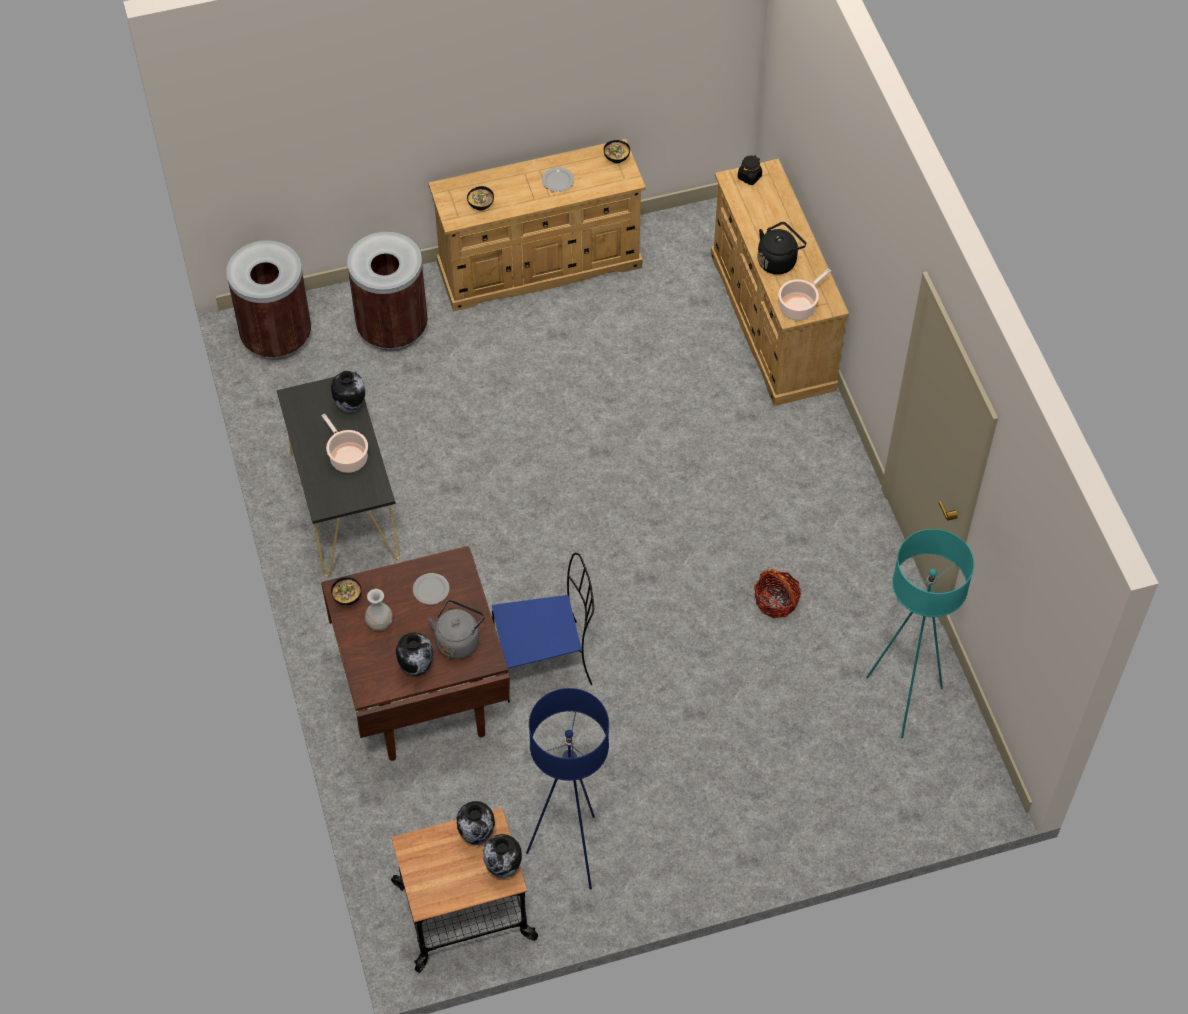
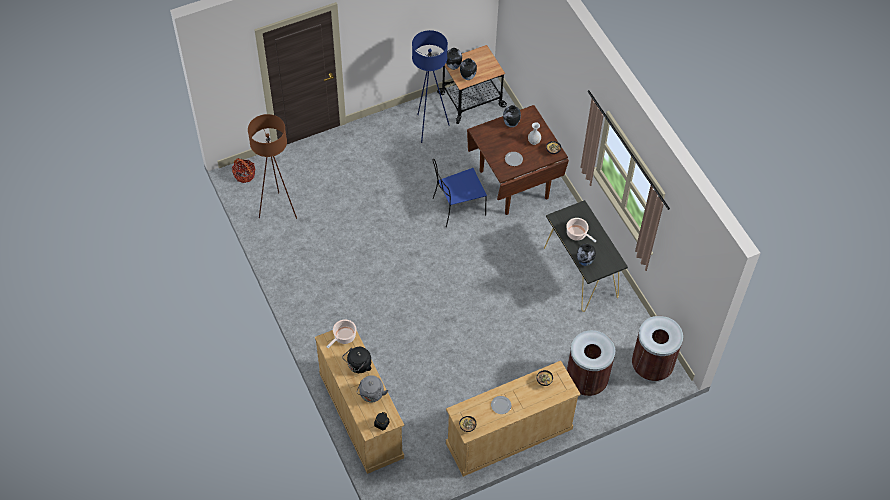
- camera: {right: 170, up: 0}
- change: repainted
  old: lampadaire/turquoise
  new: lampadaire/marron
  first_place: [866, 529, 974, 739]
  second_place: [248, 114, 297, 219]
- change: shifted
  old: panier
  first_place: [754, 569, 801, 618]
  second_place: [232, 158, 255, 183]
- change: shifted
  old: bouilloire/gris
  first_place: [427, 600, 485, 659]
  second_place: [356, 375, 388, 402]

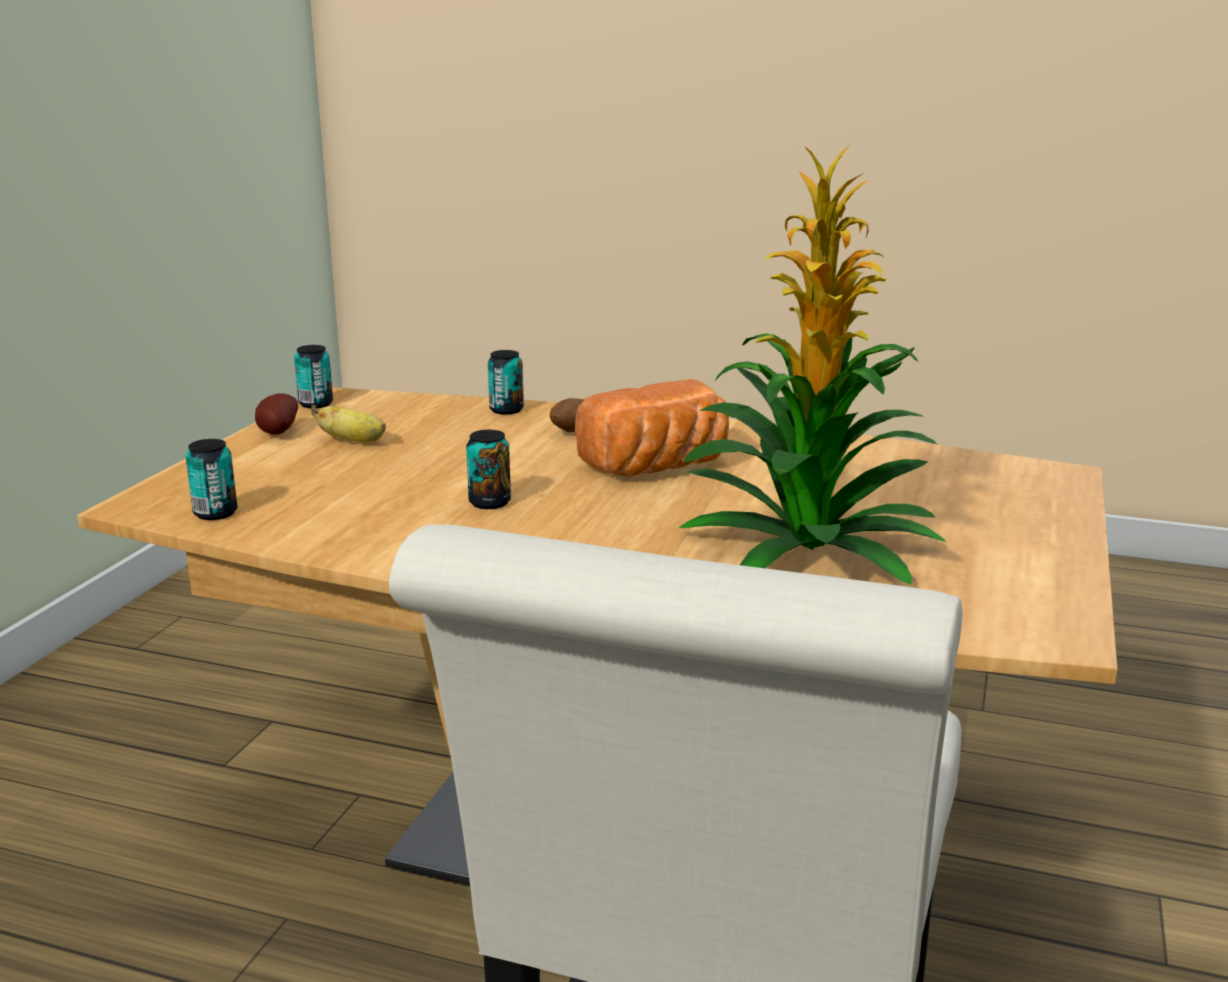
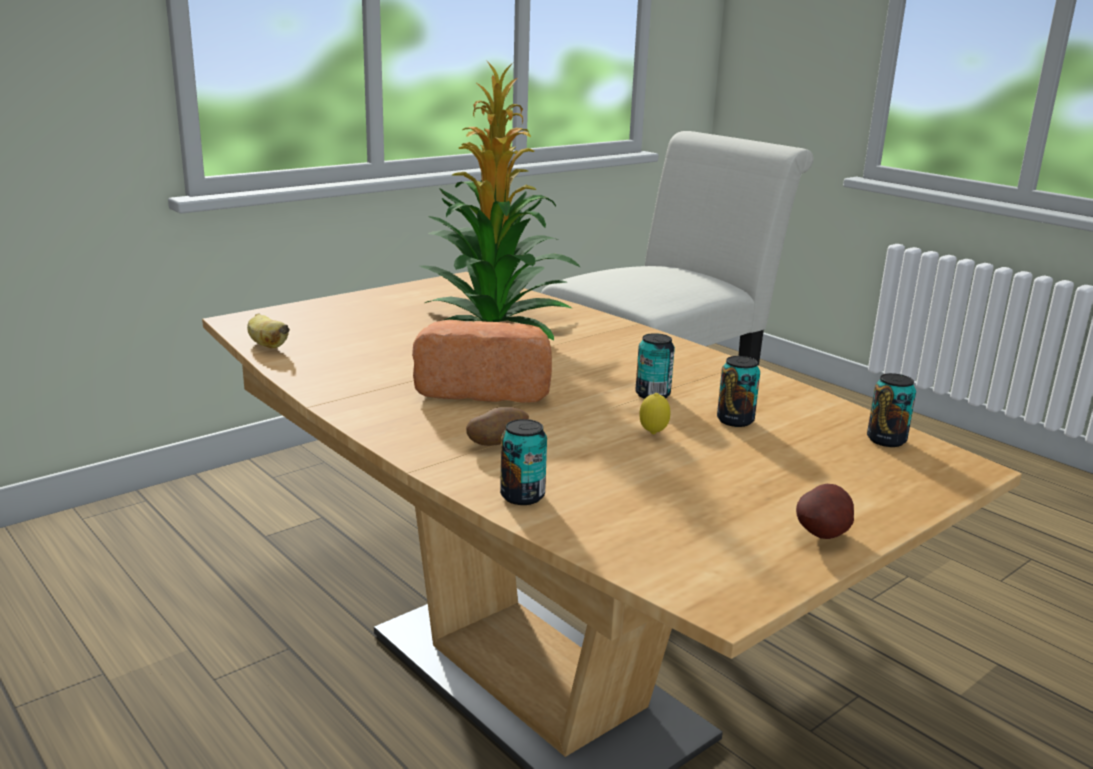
- camera: {right: -150, up: 0}
- change: shifted
  old: boîte métallique
  first_place: [294, 345, 333, 408]
  second_place: [717, 356, 760, 427]
- change: shifted
  old: banane
  first_place: [311, 405, 386, 443]
  second_place: [247, 313, 290, 348]
- change: new
  new: citron
  second_place: [639, 393, 670, 434]

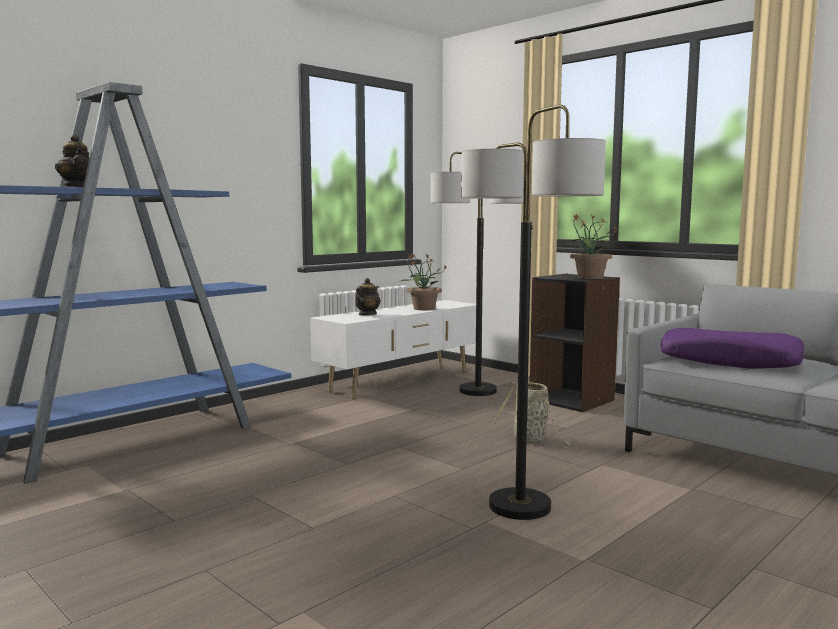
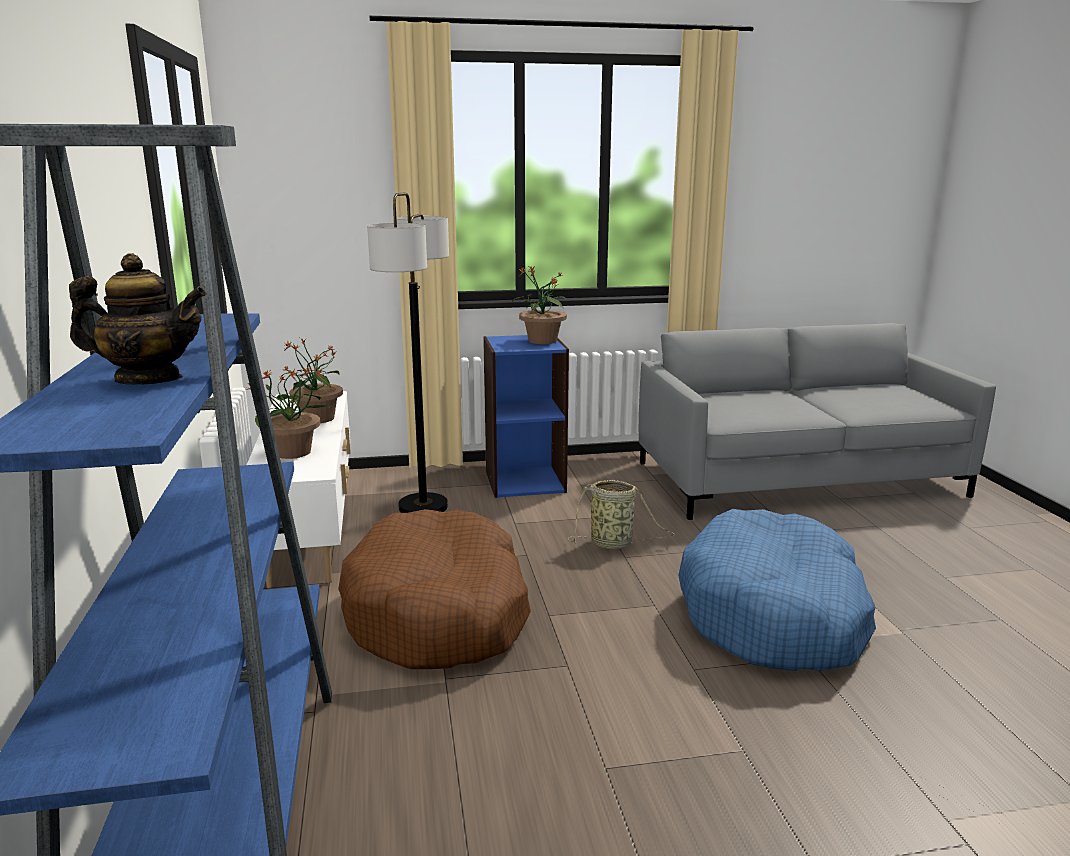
- camera: {right: -55, up: 10}
- change: swapped
  old: lampadaire
  new: panier pour chien/bleu
  first_place: [461, 105, 606, 520]
  second_place: [678, 509, 876, 671]
- change: repainted
  old: bibliothèque/noir
  new: bibliothèque/bleu
  first_place: [530, 274, 620, 412]
  second_place: [483, 335, 569, 498]
- change: swapped
  old: théière
  new: plante en pot
  first_place: [355, 278, 381, 315]
  second_place: [245, 365, 334, 459]
- change: gone
  old: coussin/violet
  first_place: [661, 328, 804, 369]
- change: new
  new: panier pour chien/marron
  second_place: [338, 509, 531, 669]

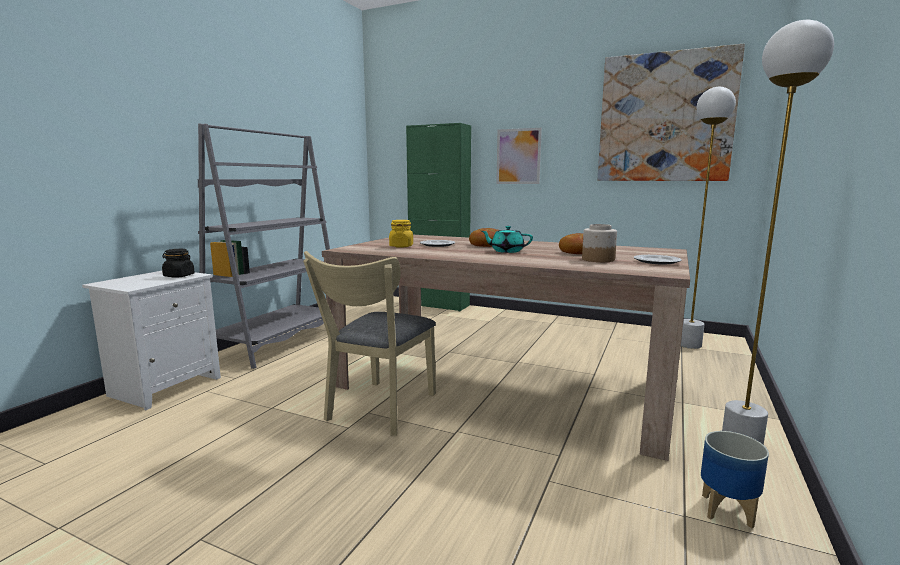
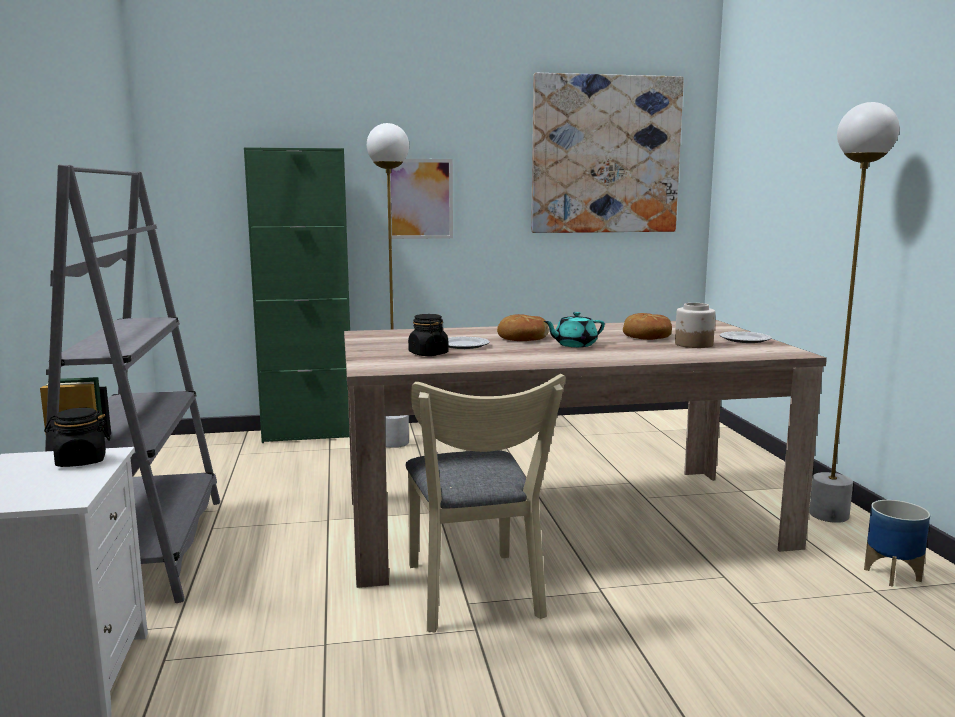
- camera: {right: -35, up: 0}
- change: shifted
  old: lampadaire/blanc
  first_place: [681, 87, 736, 349]
  second_place: [367, 123, 409, 448]
- change: repainted
  old: bocal/jaune
  new: bocal/noir
  first_place: [389, 220, 413, 248]
  second_place: [408, 314, 449, 356]

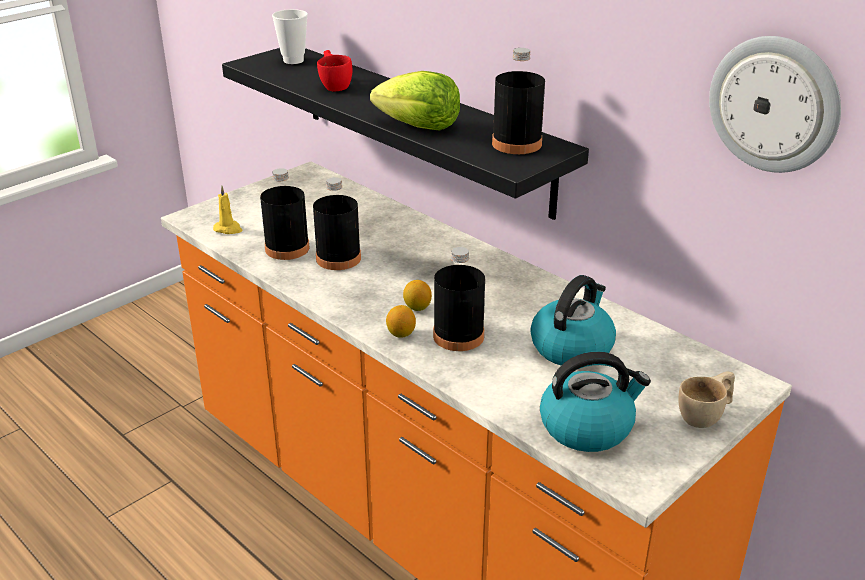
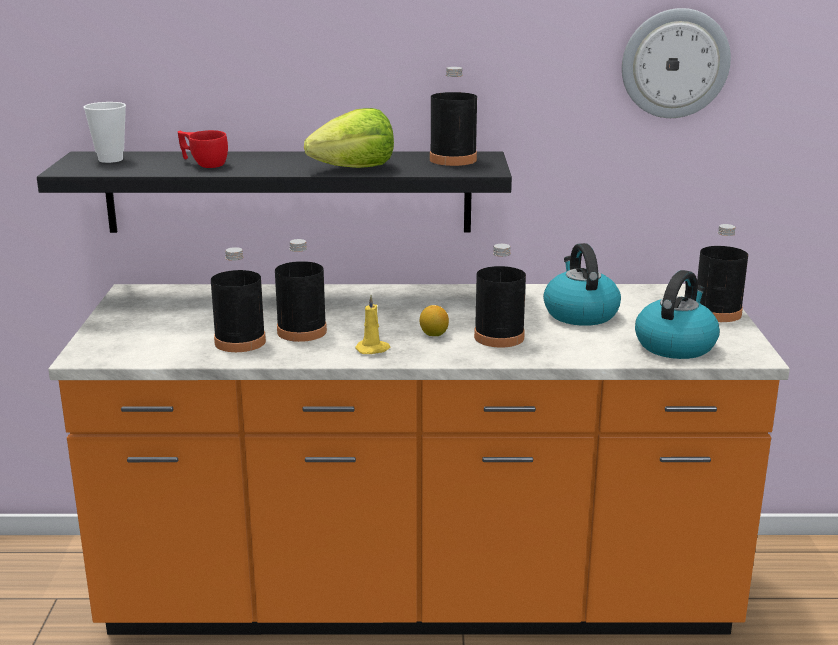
- camera: {right: -45, up: -10}
- change: shifted
  old: bougie/jaune
  first_place: [213, 186, 243, 234]
  second_place: [355, 295, 390, 354]
- change: gone
  old: citron
  first_place: [386, 305, 416, 338]
- change: swapped
  old: tasse/beige
  new: bouteille/noir
  first_place: [679, 371, 735, 428]
  second_place: [697, 224, 748, 322]

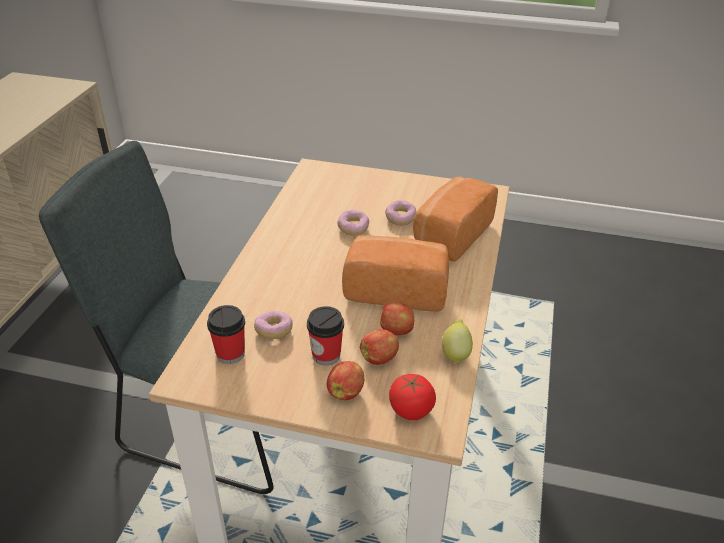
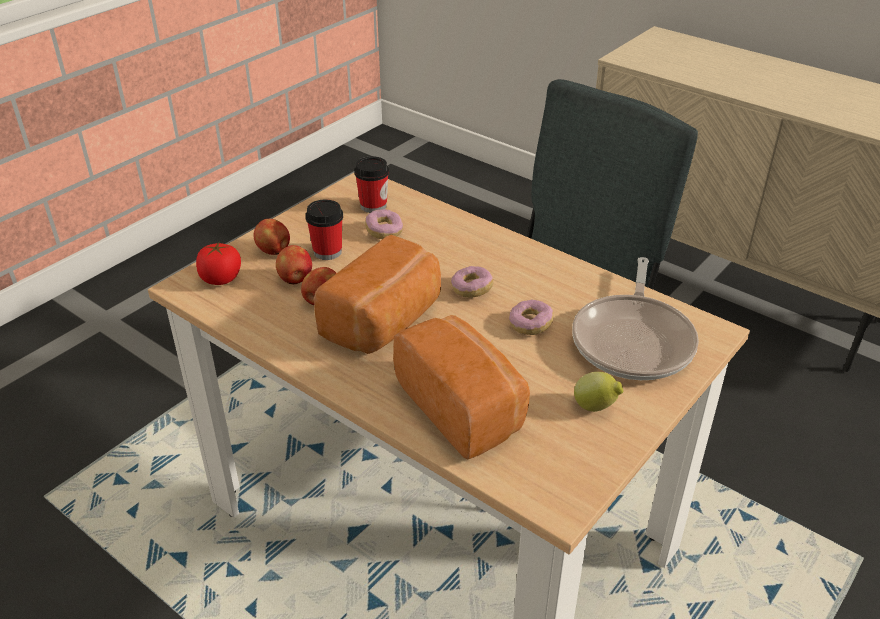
- camera: {right: 115, up: 0}
- change: shifted
  old: beignet
  first_place: [385, 200, 417, 226]
  second_place: [451, 266, 493, 298]
- change: shifted
  old: citron
  first_place: [442, 319, 473, 365]
  second_place: [574, 372, 623, 412]
- change: new
  new: poêle
  second_place: [572, 257, 699, 380]

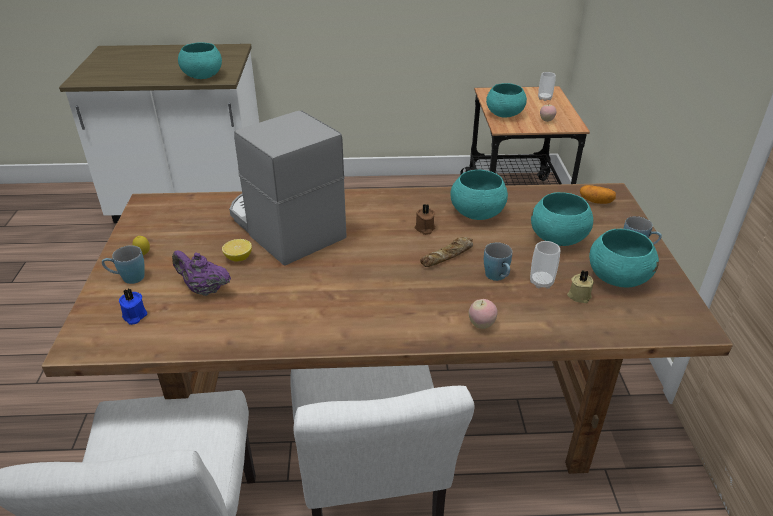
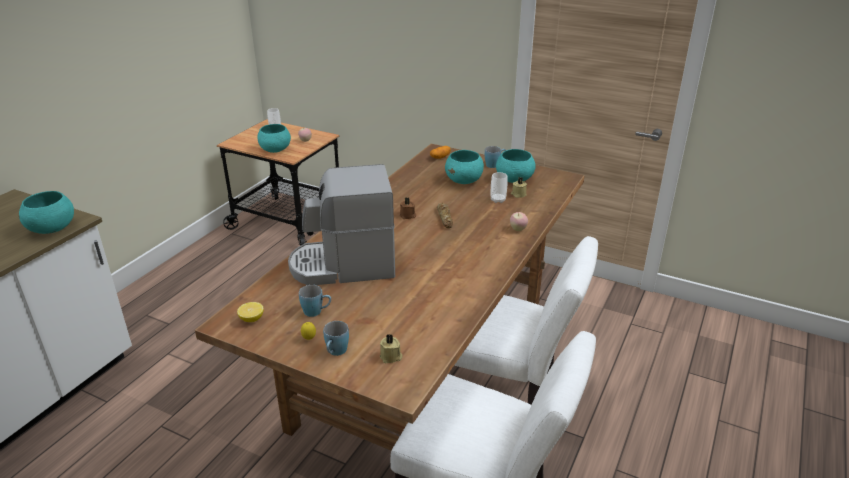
- camera: {right: -60, up: -5}
- change: gone
  old: bol/turquoise
  first_place: [450, 170, 508, 220]
- change: shifted
  old: citron
  first_place: [222, 239, 252, 262]
  second_place: [237, 302, 264, 322]
- change: shifted
  old: mug/bleu
  first_place: [484, 242, 512, 281]
  second_place: [299, 285, 331, 317]
- change: gone
  old: théière/violet
  first_place: [172, 250, 231, 296]
- change: repainted
  old: bougie/bleu
  new: bougie/beige
  first_place: [119, 289, 147, 325]
  second_place: [380, 334, 402, 363]

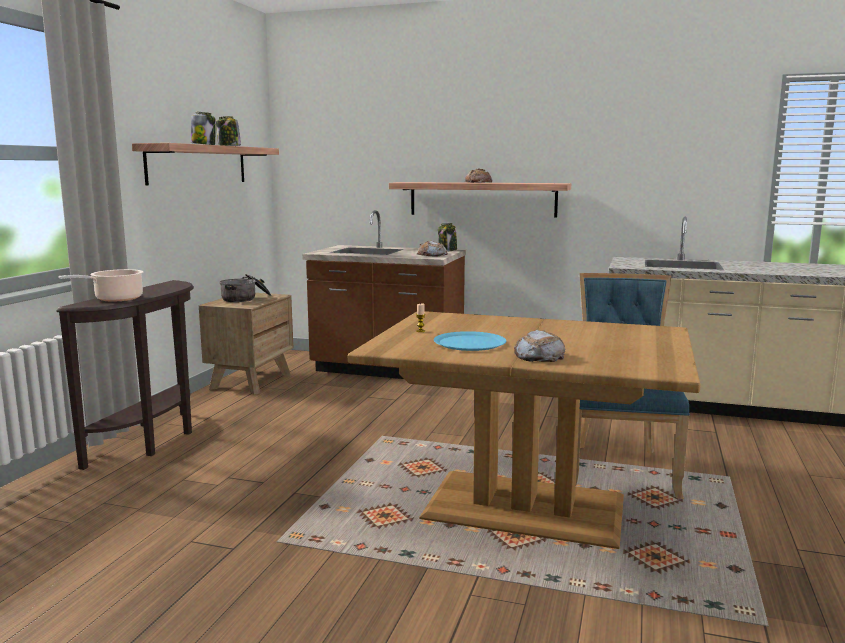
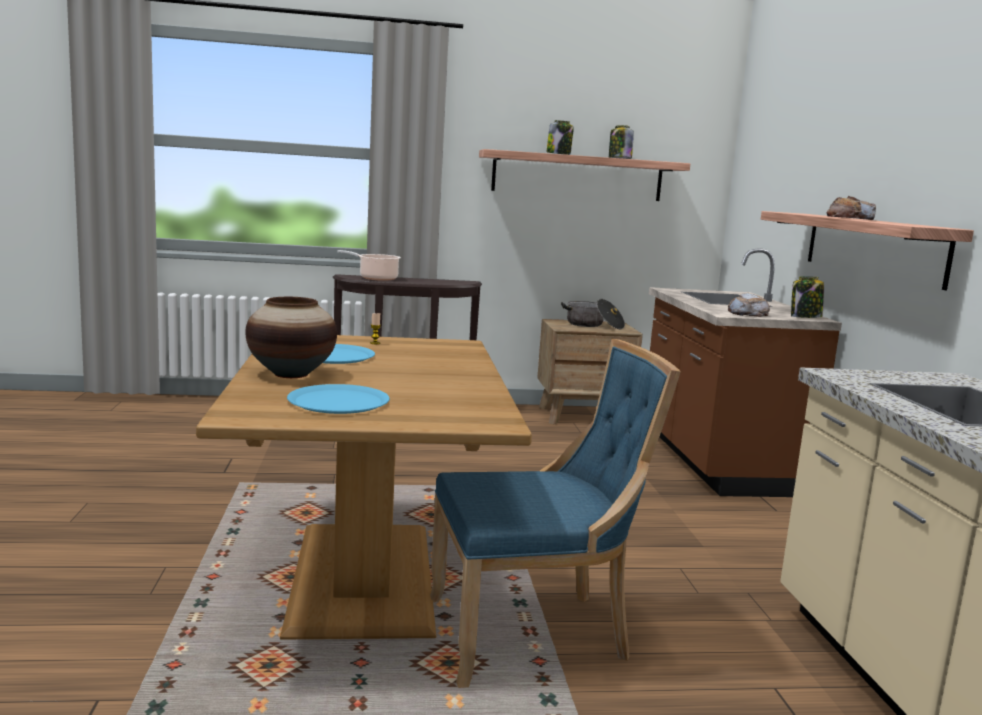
- camera: {right: 65, up: 0}
- change: swapped
  old: pain
  new: vase
  first_place: [514, 330, 566, 362]
  second_place: [245, 297, 337, 378]
- change: new
  new: assiette/bleu
  second_place: [287, 384, 390, 414]

